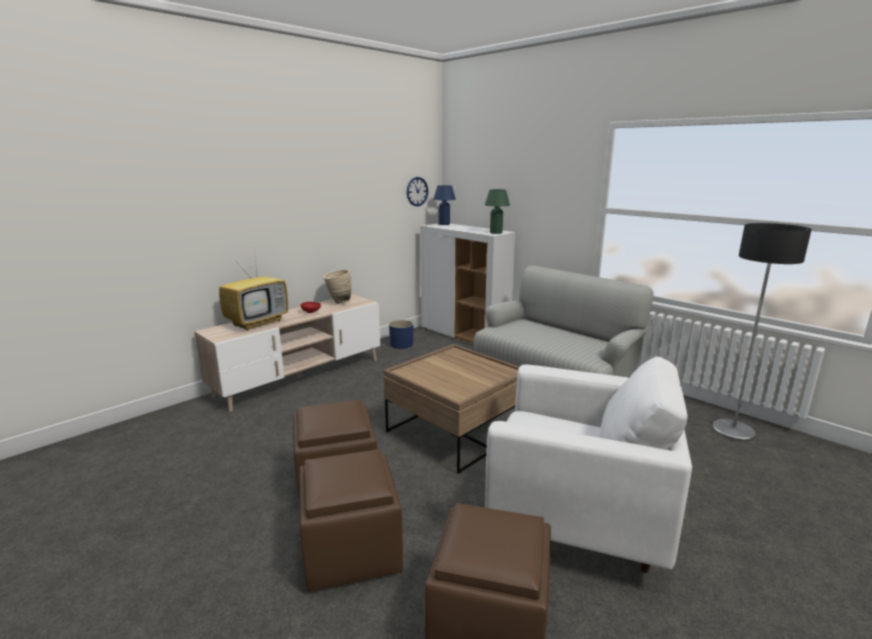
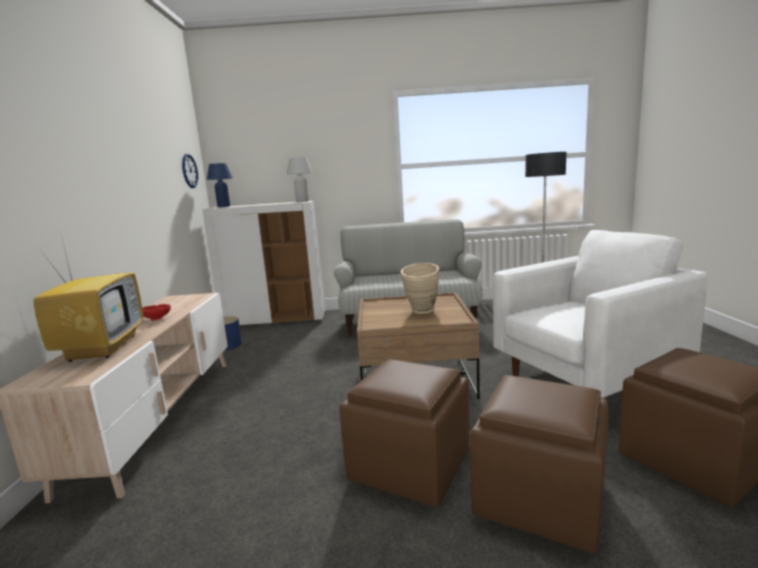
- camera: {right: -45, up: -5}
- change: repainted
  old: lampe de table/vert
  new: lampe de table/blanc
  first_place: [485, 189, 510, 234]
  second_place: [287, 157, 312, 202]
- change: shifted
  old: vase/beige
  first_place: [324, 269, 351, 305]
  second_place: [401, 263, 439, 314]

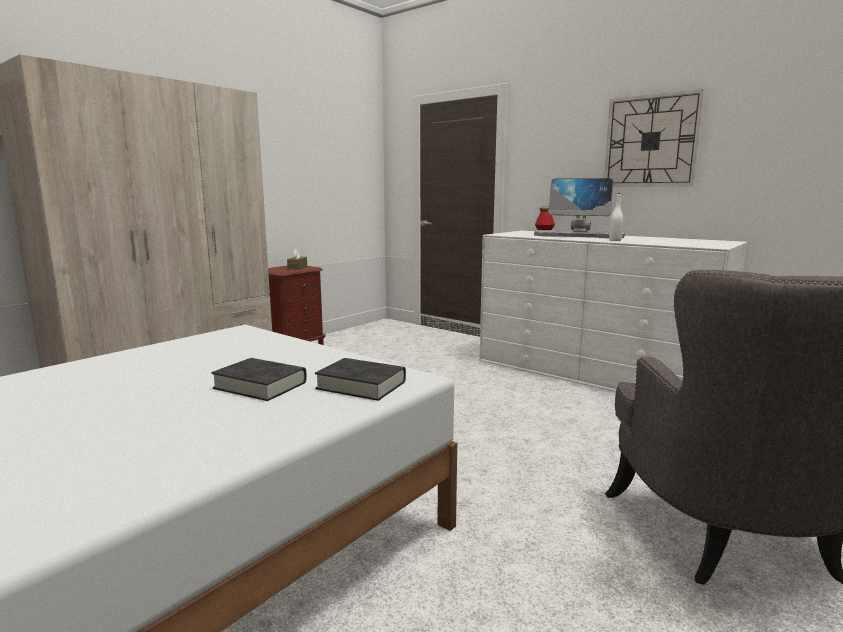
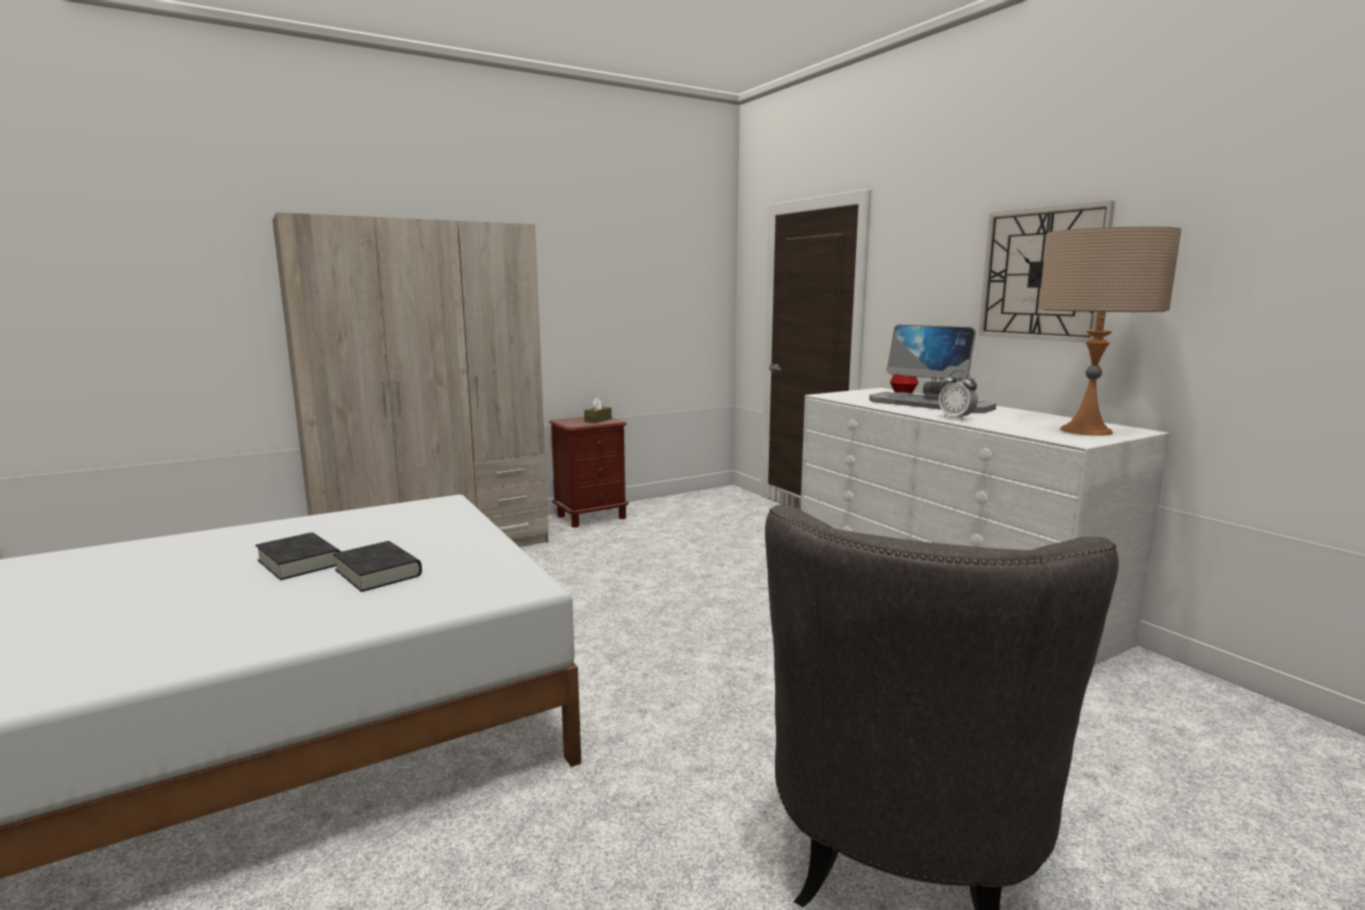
- camera: {right: 20, up: 0}
- change: swapped
  old: bouteille/blanc
  new: réveil
  first_place: [609, 193, 623, 241]
  second_place: [939, 370, 978, 420]
- change: shifted
  old: livre/noir
  first_place: [315, 358, 406, 401]
  second_place: [255, 532, 341, 580]
- change: new
  new: lampe de table/beige
  second_place: [1039, 226, 1181, 436]

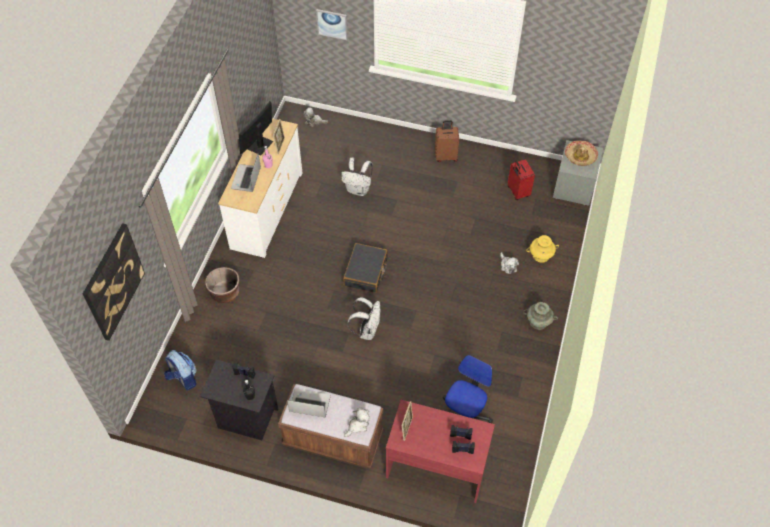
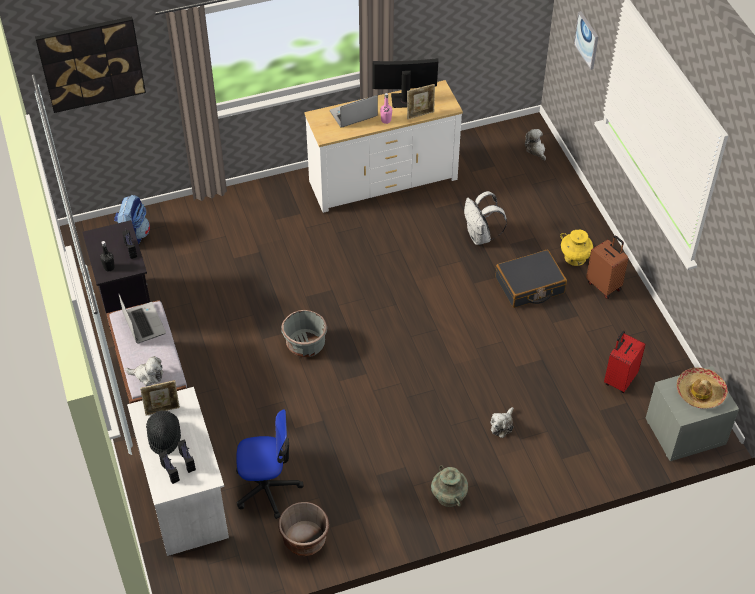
- camera: {right: 55, up: -5}
- change: shifted
  old: vase/jaune
  first_place: [527, 235, 559, 263]
  second_place: [560, 230, 593, 266]
- change: shifted
  old: valise/noir
  first_place: [343, 243, 388, 293]
  second_place: [495, 250, 567, 308]
- change: shifted
  old: cache-pot/marron
  first_place: [205, 267, 240, 303]
  second_place: [278, 502, 329, 556]
- change: swapped
  old: sac à dos/blanc
  new: cache-pot/gris
  first_place: [347, 297, 380, 340]
  second_place: [281, 310, 327, 357]
- change: repainted
  old: bureau/rouge
  new: bureau/blanc
  first_place: [386, 400, 495, 503]
  second_place: [127, 387, 229, 556]
- change: new
  new: chapeau/noir
  second_place: [146, 410, 181, 455]

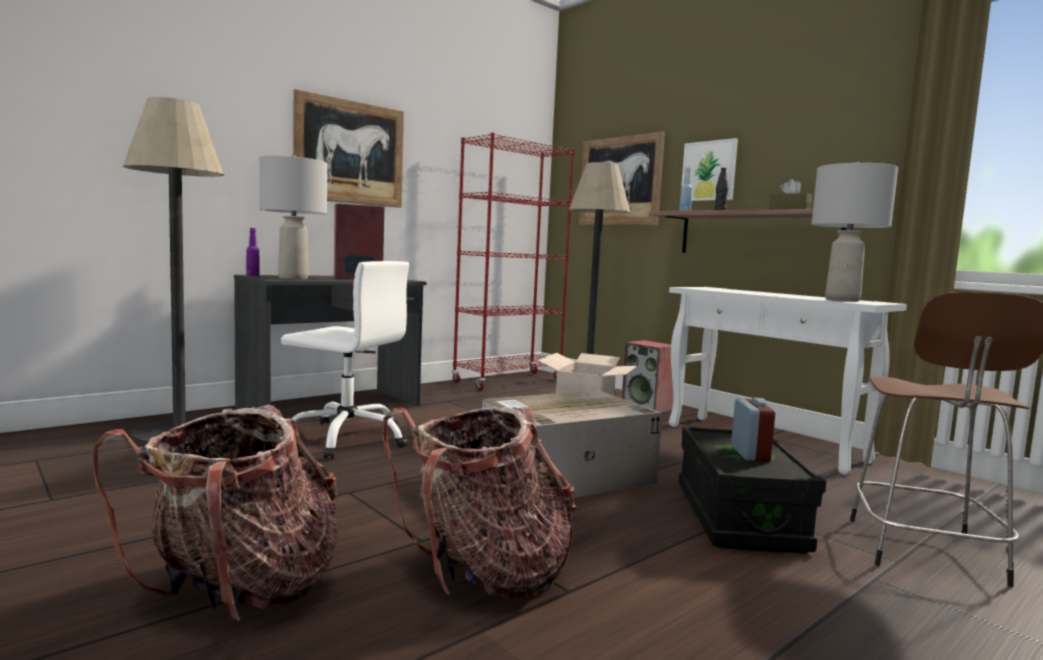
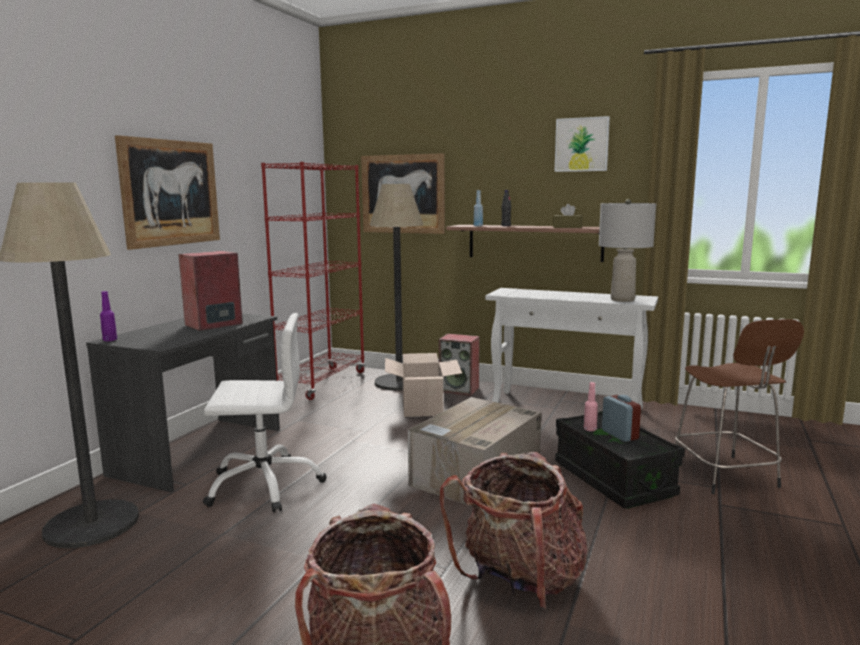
- camera: {right: -25, up: 5}
- change: shifted
  old: tableau
  first_place: [681, 138, 738, 201]
  second_place: [554, 116, 610, 172]
- change: gone
  old: lampe de table/gris
  first_place: [259, 155, 327, 279]
- change: new
  new: bouteille/rose
  second_place: [584, 382, 598, 431]

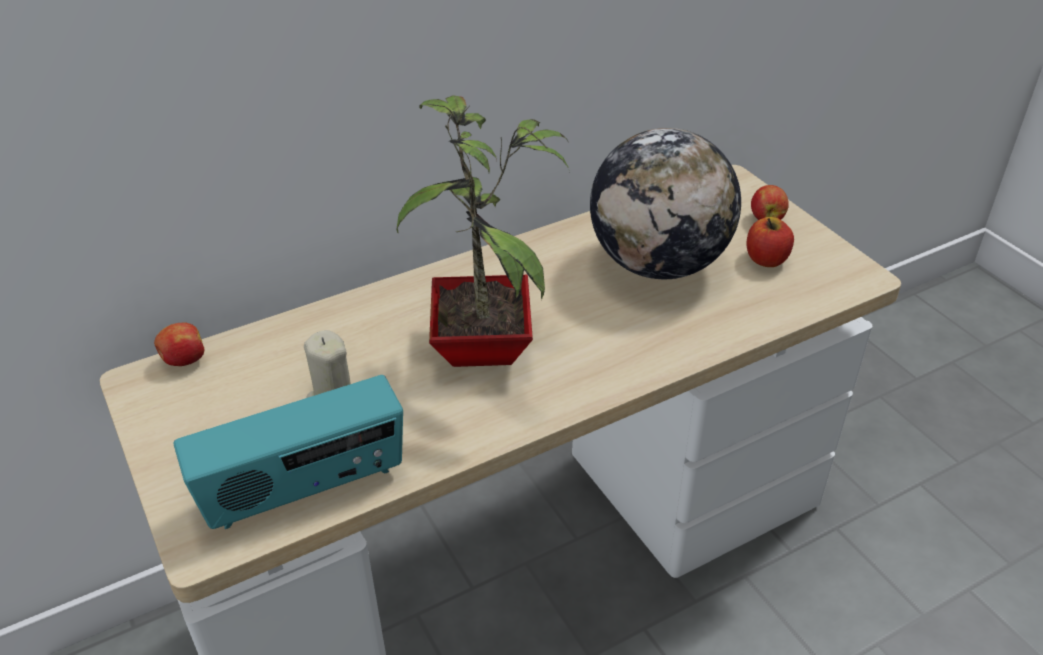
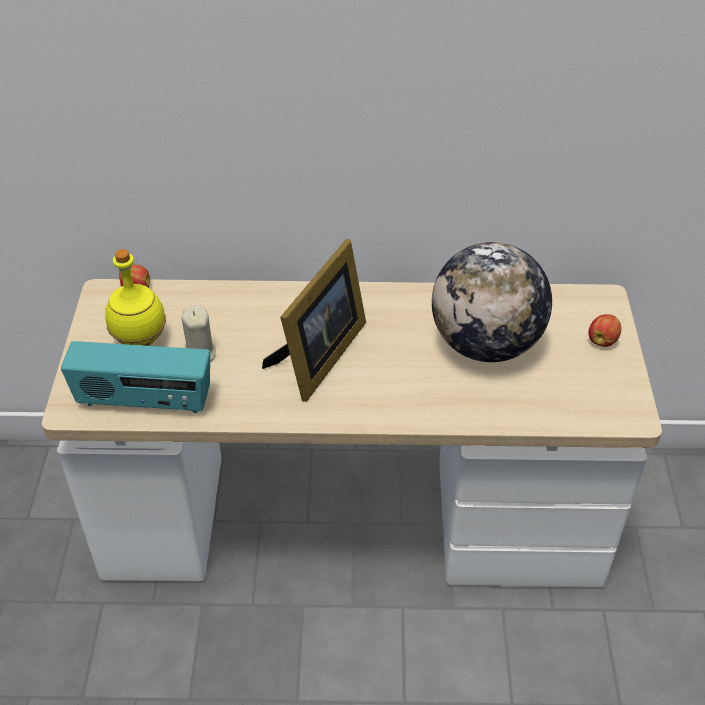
- camera: {right: 30, up: 5}
- change: swapped
  old: plante en pot
  new: cadre photo
  first_place: [397, 95, 569, 367]
  second_place: [262, 239, 366, 402]
- change: gone
  old: pomme
  first_place: [746, 217, 794, 267]
- change: new
  new: bouteille/jaune
  second_place: [105, 249, 166, 346]

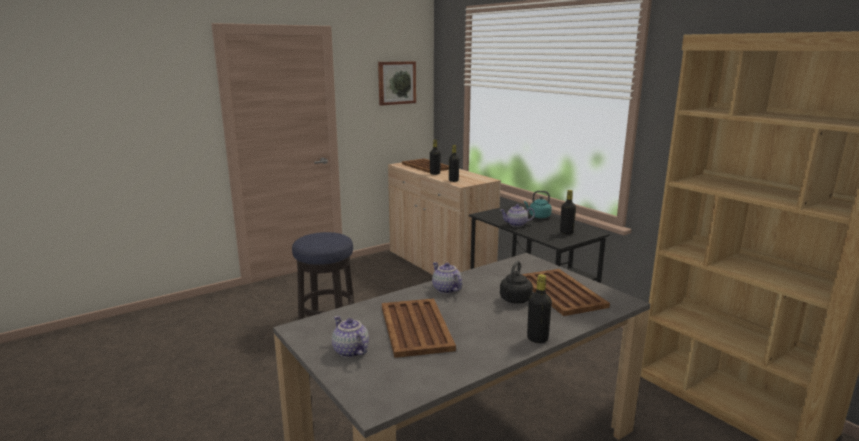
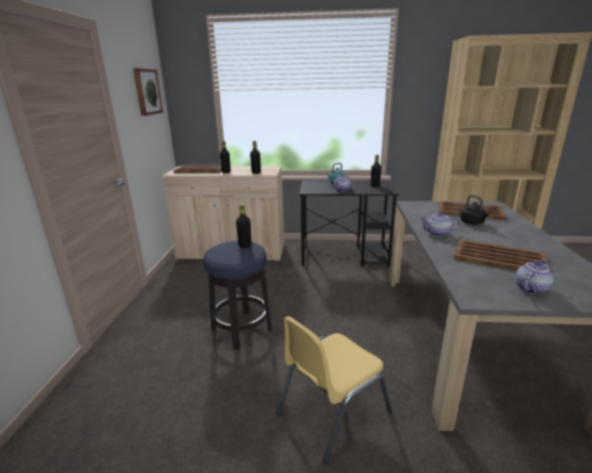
- camera: {right: -50, up: 5}
- change: shifted
  old: bouteille/noir
  first_place: [527, 274, 552, 343]
  second_place: [236, 204, 252, 248]
- change: rotated
  old: théière
  first_place: [332, 316, 369, 358]
  second_place: [515, 260, 554, 294]
  degrees: 135
- change: new
  new: chaise/jaune
  second_place: [277, 316, 392, 464]

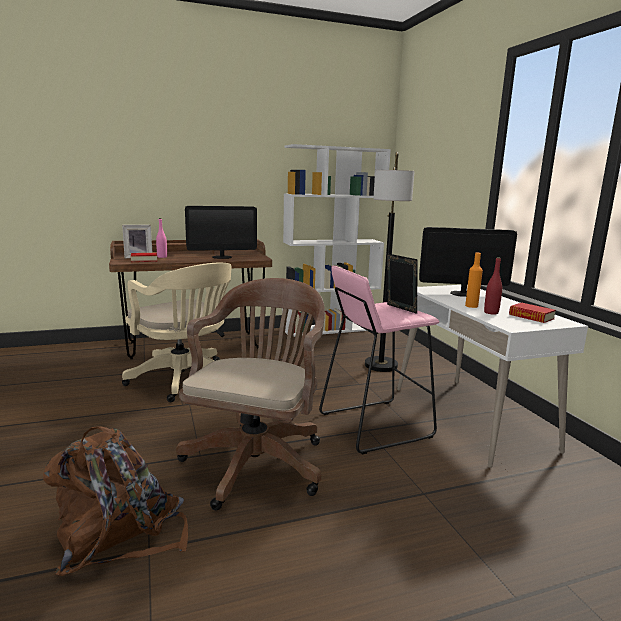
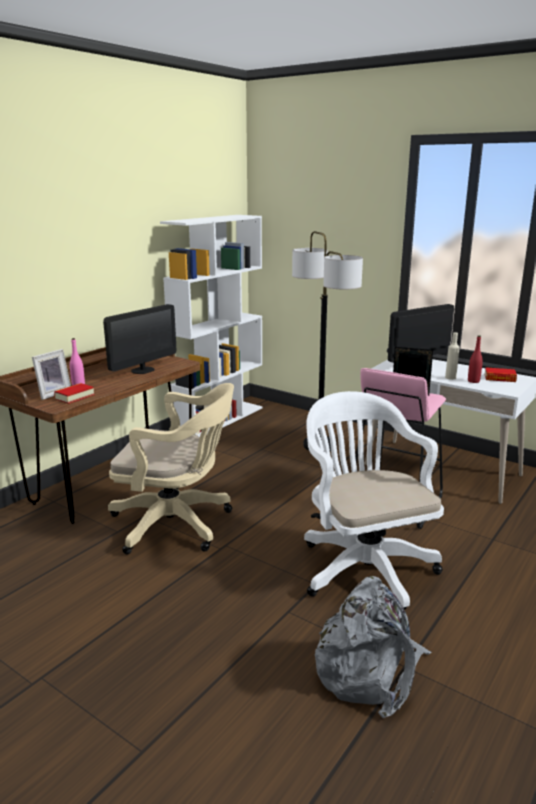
- camera: {right: -35, up: 5}
- change: repainted
  old: bouteille/orange
  new: bouteille/beige
  first_place: [465, 253, 483, 308]
  second_place: [445, 332, 460, 380]
- change: repainted
  old: chaise de bureau/marron
  new: chaise de bureau/blanc
  first_place: [176, 278, 325, 511]
  second_place: [304, 391, 444, 615]
- change: repainted
  old: sac à dos/marron
  new: sac à dos/gris
  first_place: [43, 426, 188, 576]
  second_place: [315, 576, 431, 718]

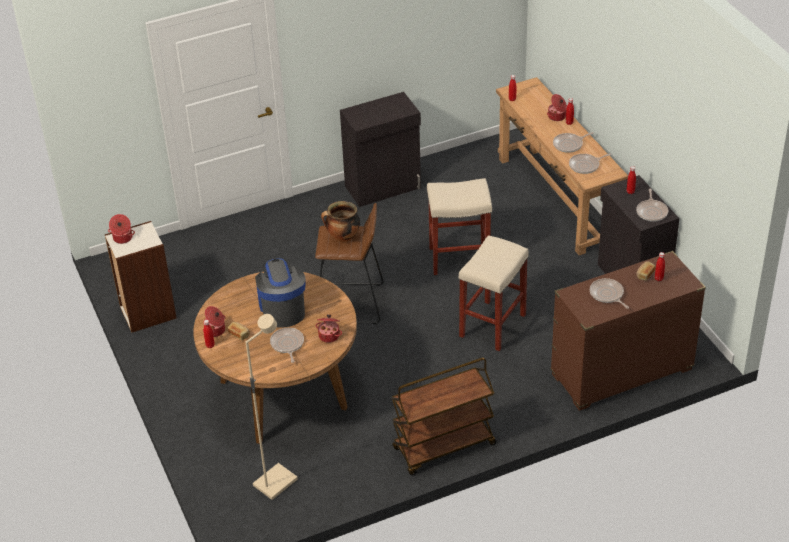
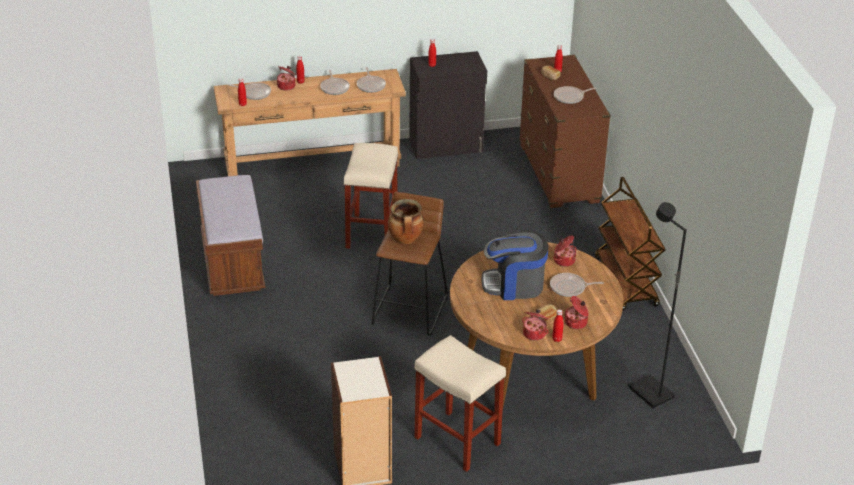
- camera: {right: -80, up: -5}
- change: swapped
  old: meuble de rangement/noir
  new: banc/marron
  first_place: [340, 92, 421, 207]
  second_place: [196, 175, 265, 296]
- change: shifted
  old: poêle
  first_place: [636, 189, 668, 222]
  second_place: [228, 83, 271, 100]
- change: shifted
  old: marmite
  first_place: [108, 214, 135, 244]
  second_place: [564, 296, 588, 329]
- change: shifted
  old: tabouret/beige
  first_place: [459, 235, 529, 351]
  second_place: [414, 335, 506, 472]
- change: repainted
  old: lampadaire/beige
  new: lampadaire/noir
  first_place: [246, 314, 298, 500]
  second_place: [629, 202, 687, 409]

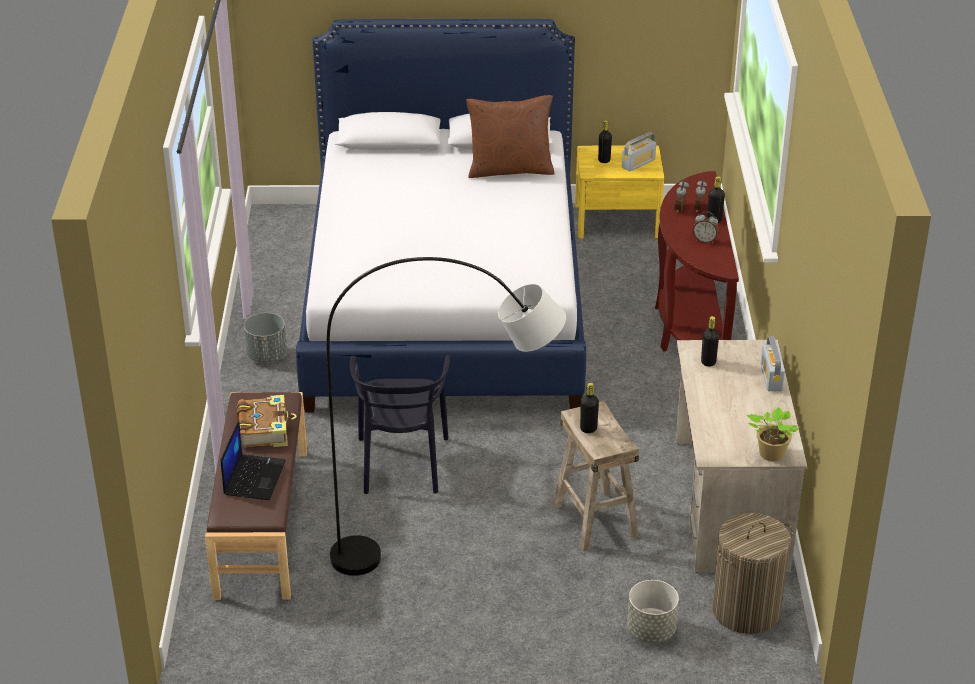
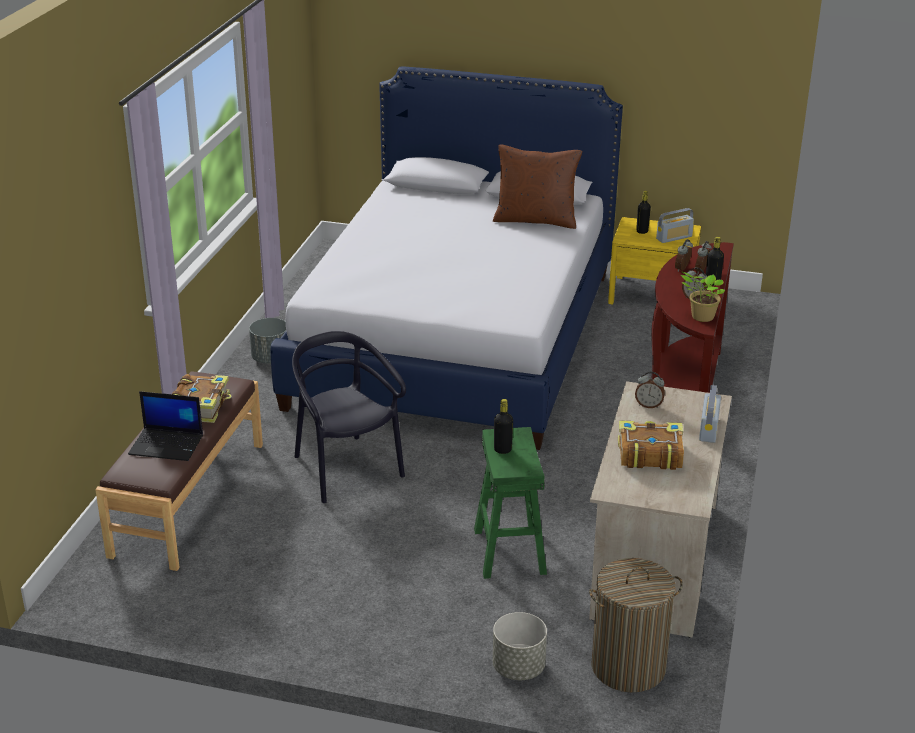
- camera: {right: 15, up: -5}
- change: gone
  old: lampadaire/gris
  first_place: [327, 257, 566, 576]
- change: swapped
  old: bouteille/noir
  new: réveil
  first_place: [701, 316, 719, 367]
  second_place: [635, 372, 665, 408]
- change: rotated
  old: chaise/noir
  first_place: [350, 355, 450, 494]
  second_place: [292, 331, 406, 503]
  degrees: 135
- change: repainted
  old: tabouret/beige
  new: tabouret/vert
  first_place: [553, 401, 639, 552]
  second_place: [474, 427, 547, 579]
- change: shifted
  old: plante en pot
  first_place: [746, 407, 799, 462]
  second_place: [681, 272, 725, 322]
- change: rotated
  old: ordinateur portable
  first_place: [221, 420, 286, 500]
  second_place: [128, 391, 203, 461]
  degrees: 75
- change: new
  new: livre
  second_place: [618, 420, 684, 470]

